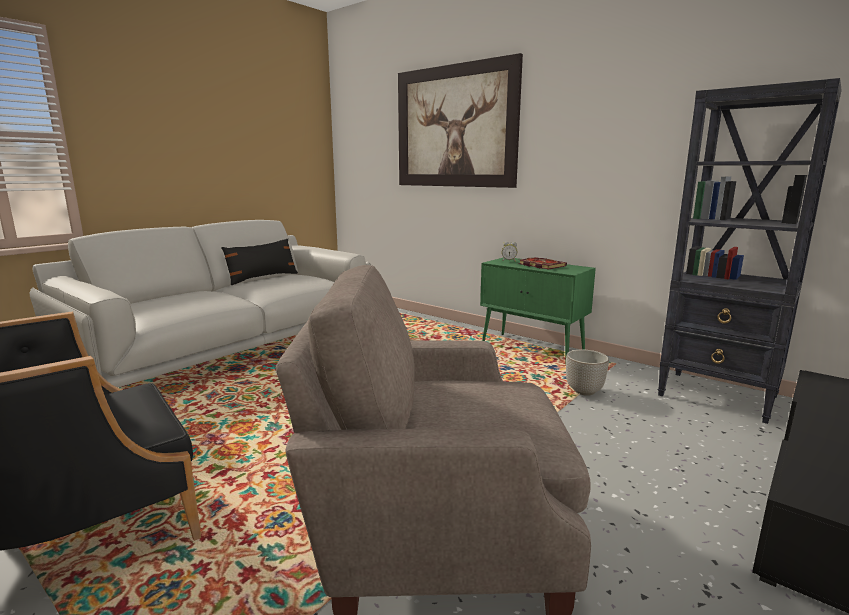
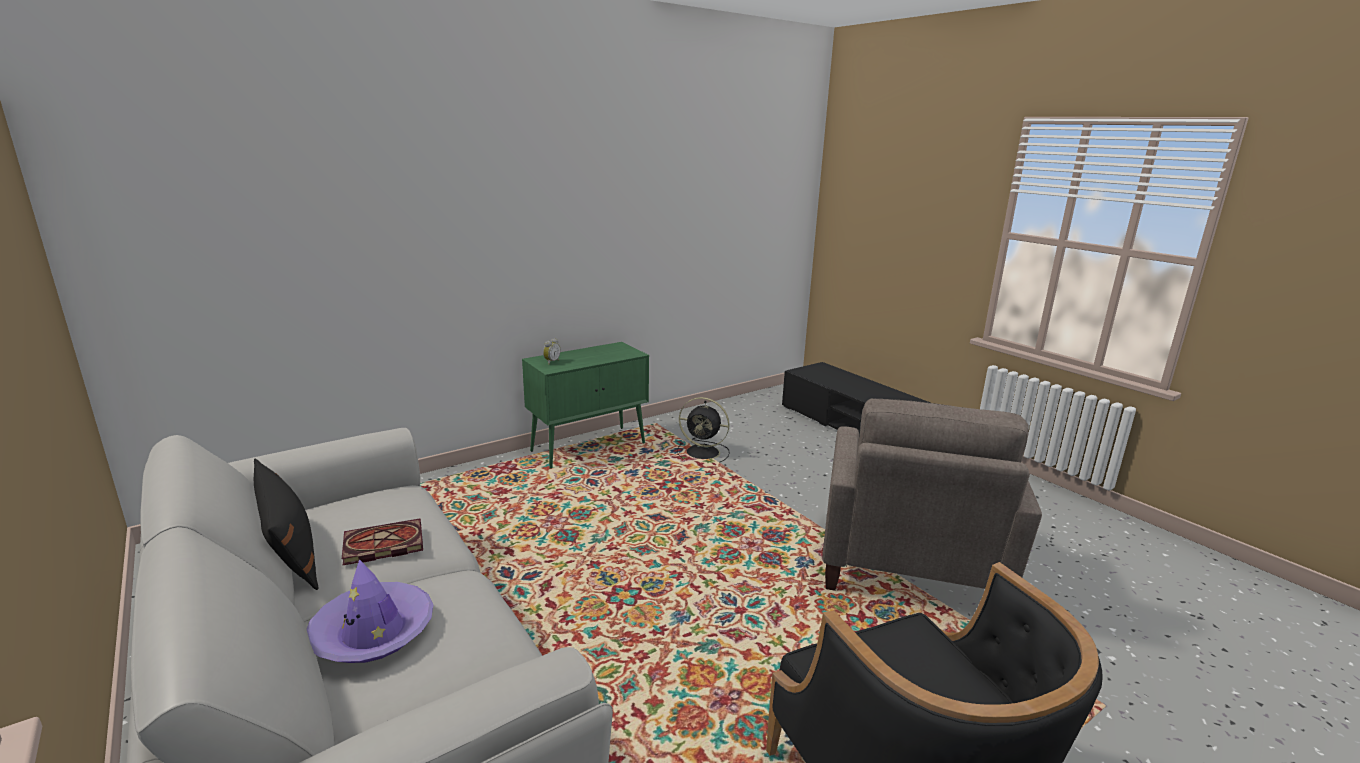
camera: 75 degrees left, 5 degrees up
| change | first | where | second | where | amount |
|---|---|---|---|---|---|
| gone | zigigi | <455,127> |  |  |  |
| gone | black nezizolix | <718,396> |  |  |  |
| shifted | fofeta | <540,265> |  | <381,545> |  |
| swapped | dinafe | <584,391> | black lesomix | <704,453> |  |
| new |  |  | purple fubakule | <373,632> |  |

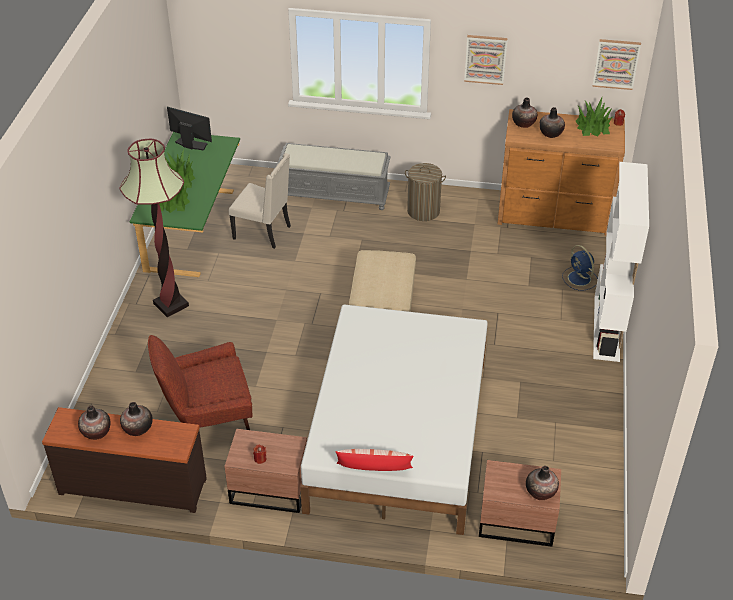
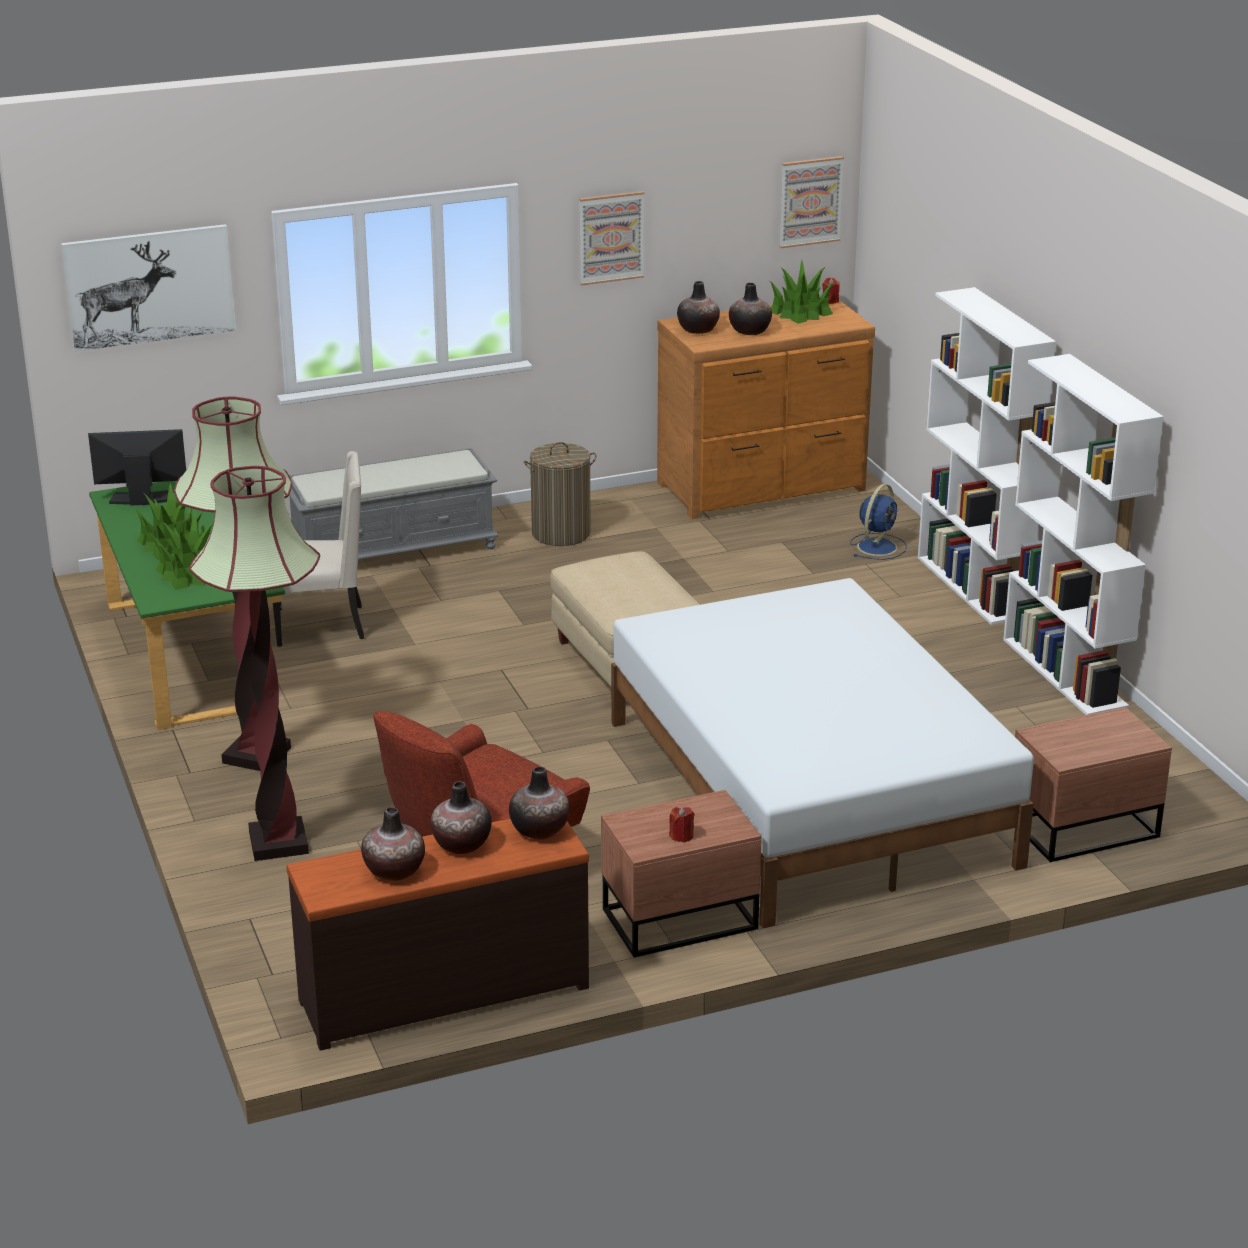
camera: 30 degrees left, 15 degrees down
| change | first | where | second | where | amount |
|---|---|---|---|---|---|
| rotated | blue lesomix | <580,279> |  | <878,546> | 90 degrees counterclockwise |
| gone | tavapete | <374,470> |  |  |  |
| shifted | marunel | <541,492> |  | <540,830> |  |
| new |  |  | zigigi | <149,287> |  |
| new |  |  | white nezizolix | <1065,673> |  |
| new |  |  | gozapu | <278,842> |  |

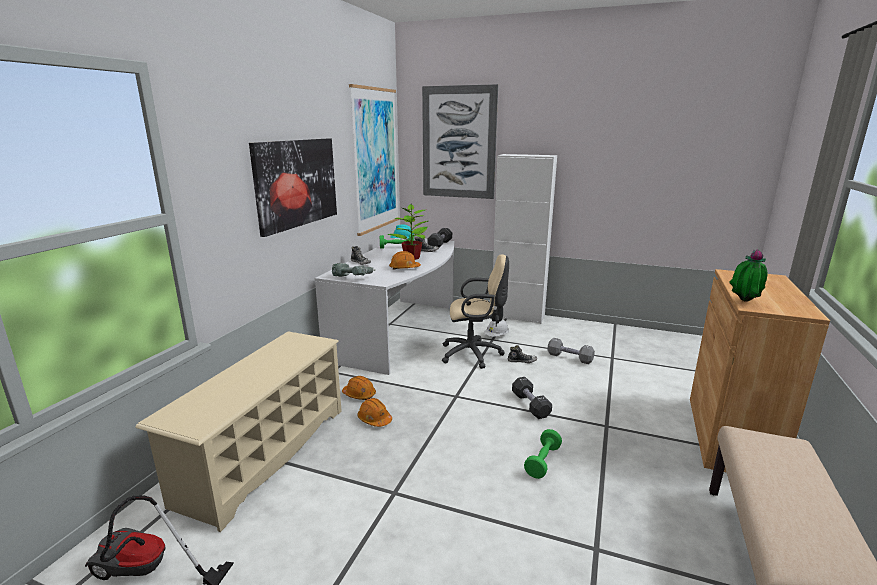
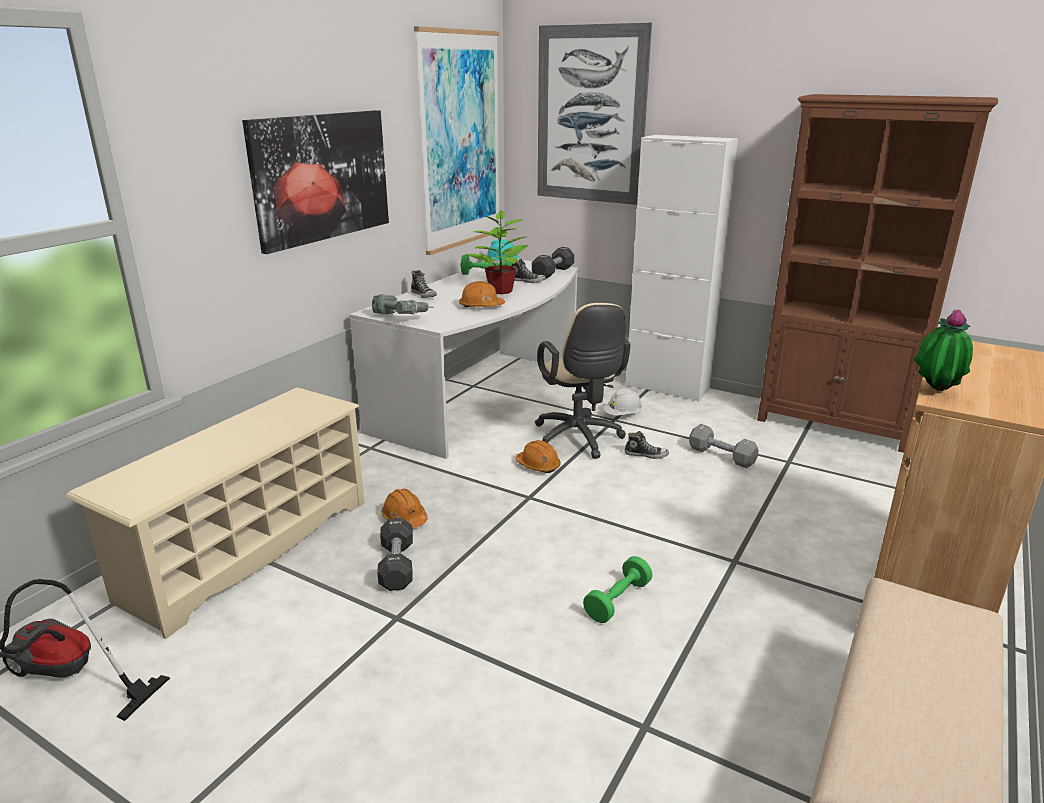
camera: 10 degrees right, 5 degrees up
| change | first | where | second | where | amount |
|---|---|---|---|---|---|
| rotated | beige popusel | <474,354> |  | <579,439> | 60 degrees clockwise |
| shifted | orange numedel | <359,394> |  | <538,465> |  |
| shifted | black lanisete | <530,405> |  | <397,566> |  |
| new |  |  | brown nezizolix | <834,426> |  |

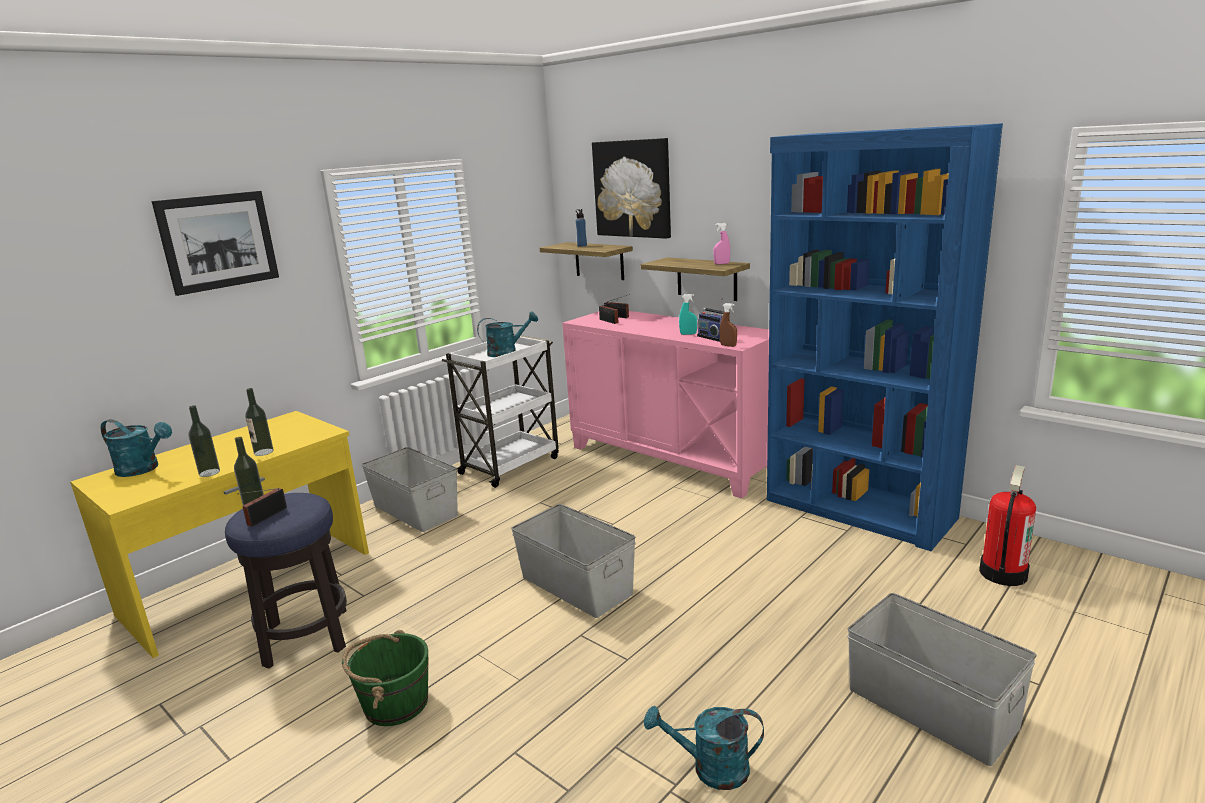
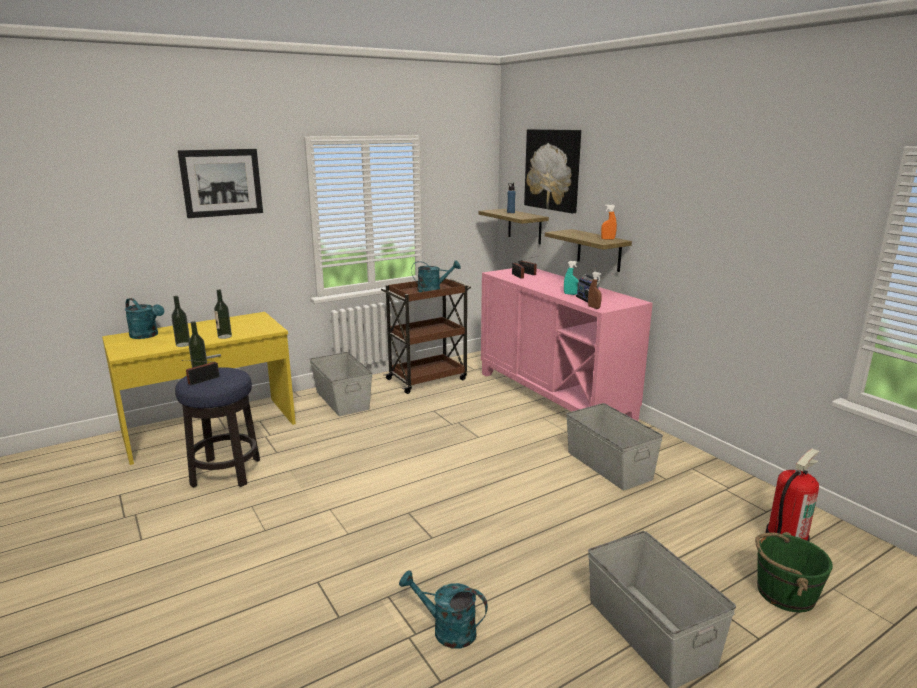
camera: 15 degrees right, 0 degrees up
| change | first | where | second | where | amount |
|---|---|---|---|---|---|
| gone | blue nezizolix | <859,510> |  |  |  |
| repainted | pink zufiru | <721,264> | orange zufiru | <608,239> |  |
| repainted | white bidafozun | <511,465> | brown bidafozun | <428,379> |  |
| shifted | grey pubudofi | <576,585> |  | <609,465> |  |
| shifted | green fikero | <394,703> |  | <784,593> |  |

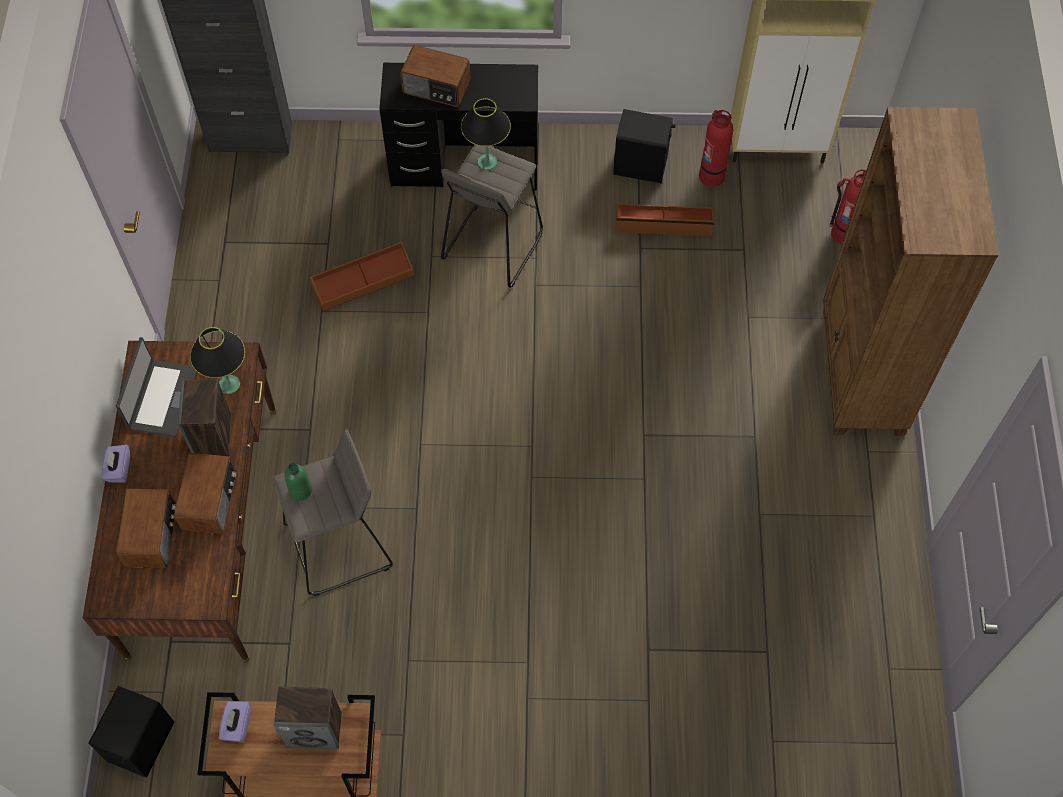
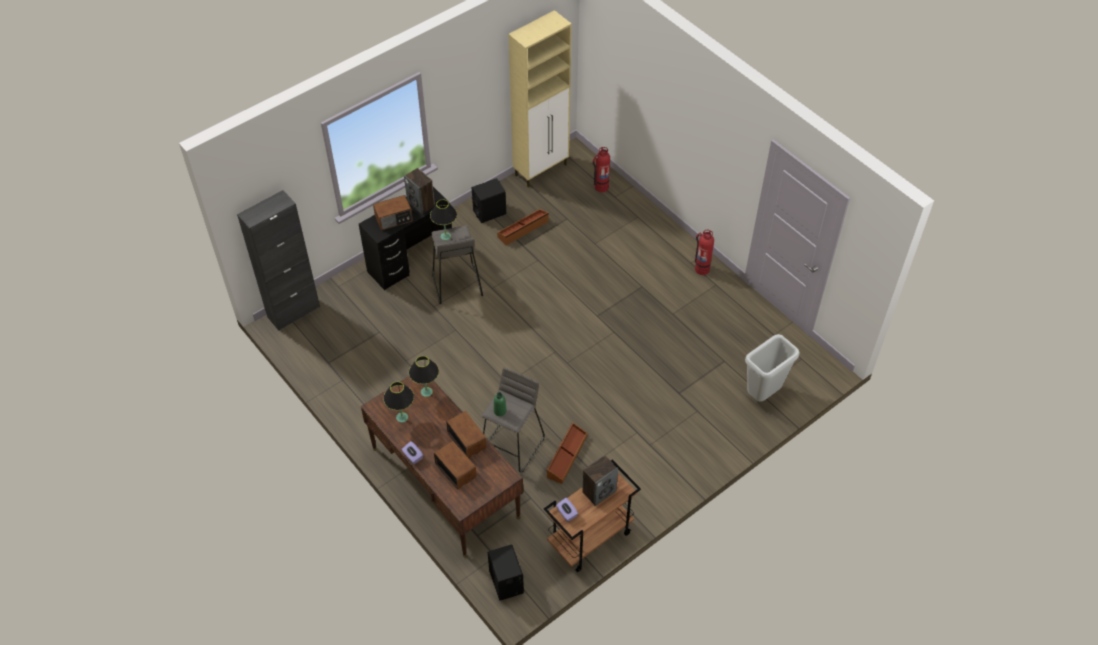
camera: 40 degrees left, 10 degrees down
| change | first | where | second | where | amount |
|---|---|---|---|---|---|
| gone | brown nezizolix | <861,373> |  |  |  |
| shifted | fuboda | <711,175> |  | <702,268> |  |
| shifted | brown pubudofi | <363,282> |  | <566,456> |  |
| swapped | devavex | <162,398> | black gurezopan | <402,417> |  |
| shifted | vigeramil | <213,436> |  | <421,204> |  |
| new |  |  | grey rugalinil | <763,395> |  |

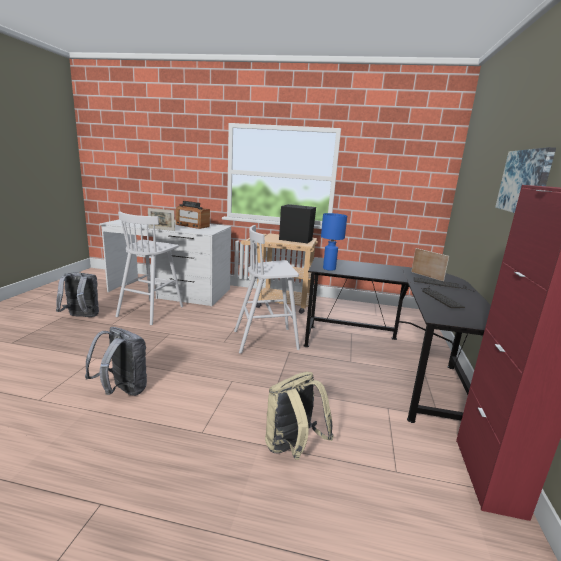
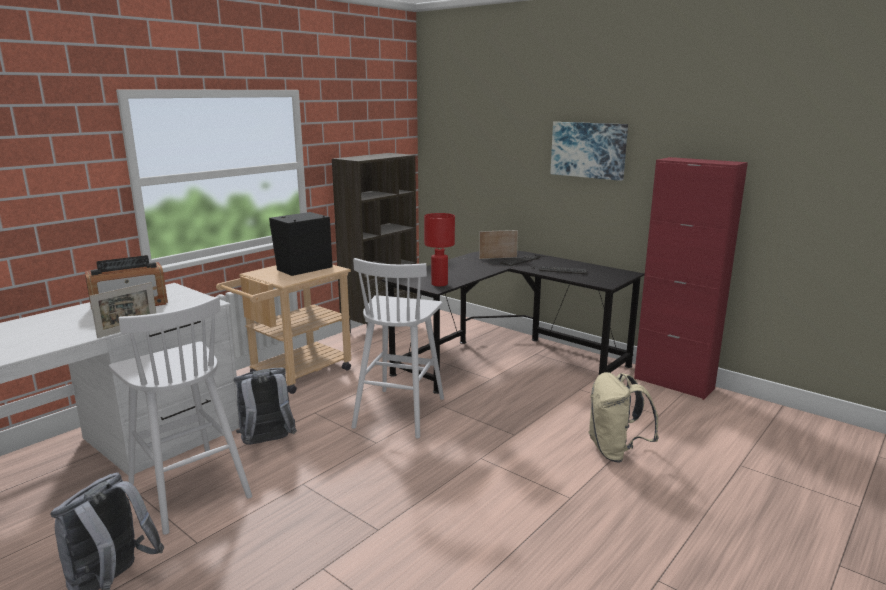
camera: 60 degrees left, 0 degrees up
| change | first | where | second | where | amount |
|---|---|---|---|---|---|
| repainted | blue gurezopan | <329,268> | red gurezopan | <439,284> |  |
| shifted | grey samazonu | <122,391> |  | <267,443> |  |
| new |  |  | brown nezizolix | <380,327> |  |

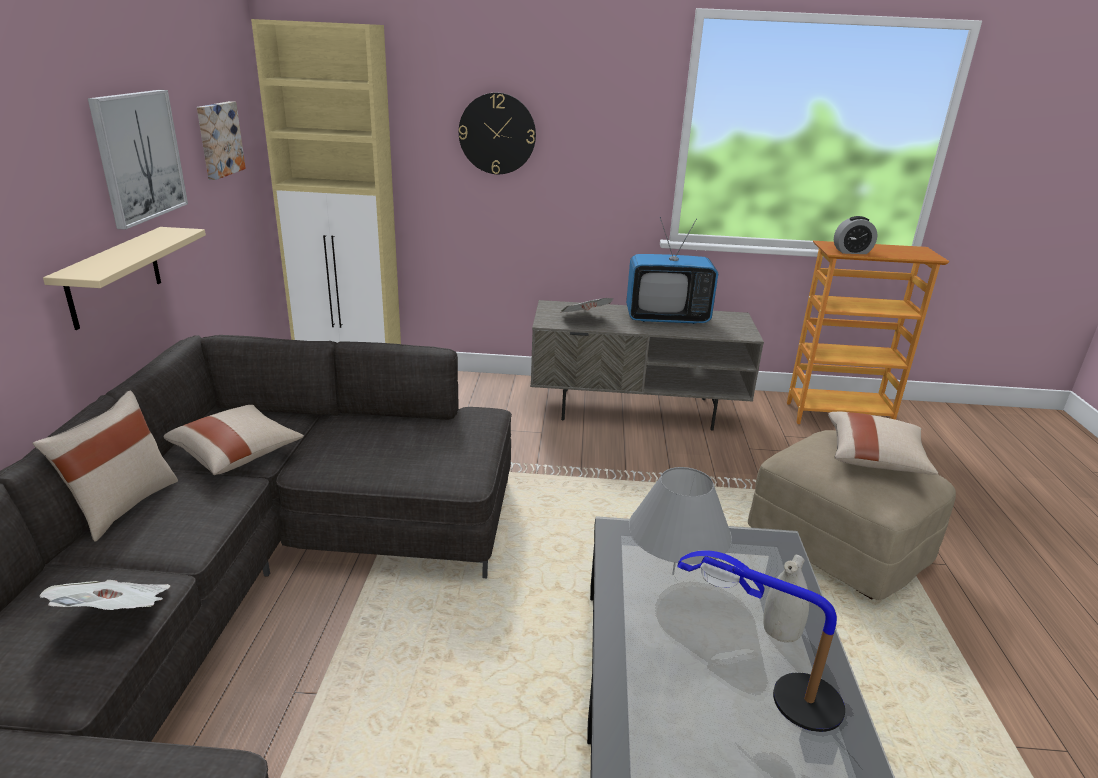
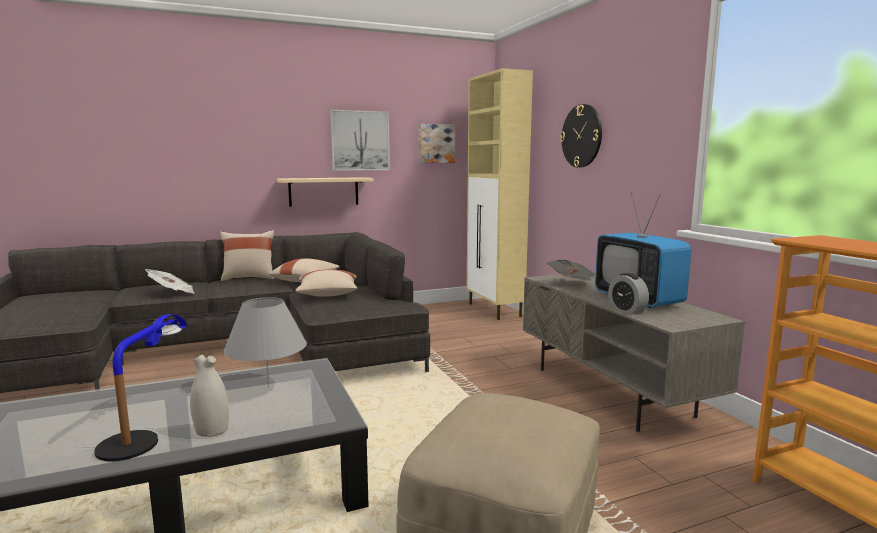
camera: 65 degrees right, 15 degrees down
| change | first | where | second | where | amount |
|---|---|---|---|---|---|
| shifted | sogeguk | <851,252> |  | <627,310> |  |
| shifted | beige tavapete | <874,459> |  | <327,295> |  |

